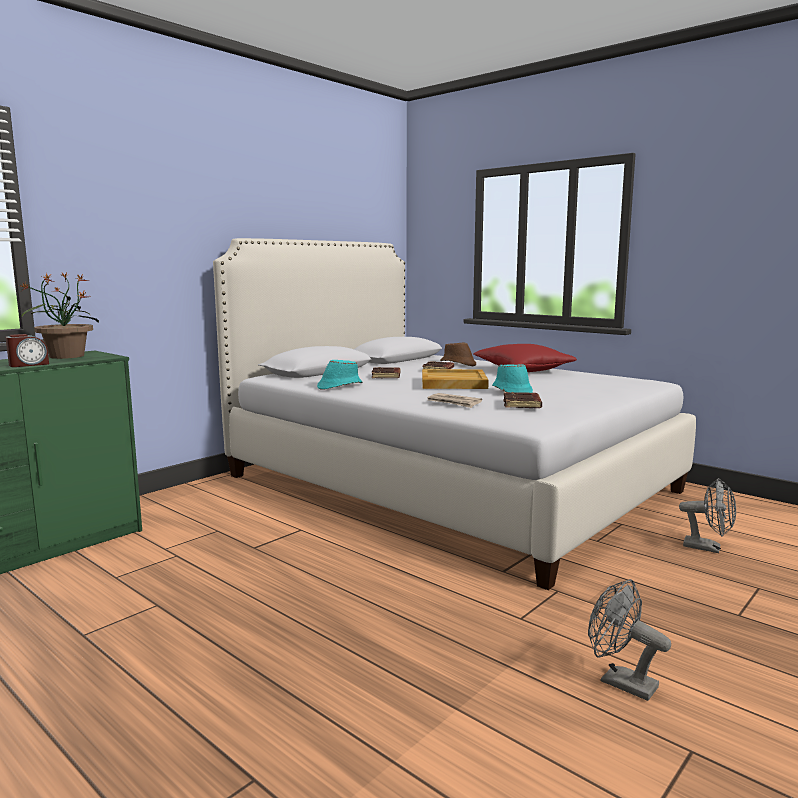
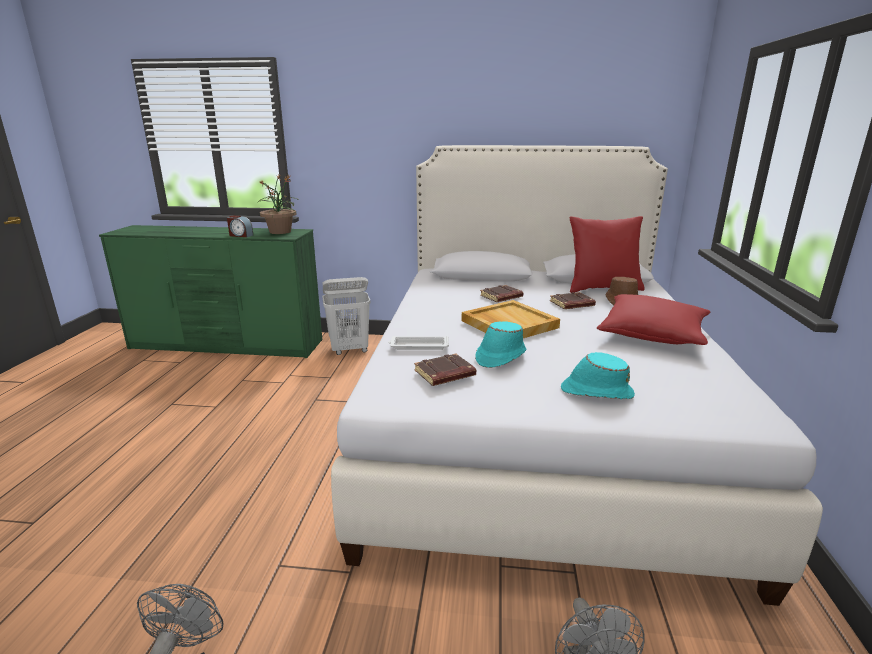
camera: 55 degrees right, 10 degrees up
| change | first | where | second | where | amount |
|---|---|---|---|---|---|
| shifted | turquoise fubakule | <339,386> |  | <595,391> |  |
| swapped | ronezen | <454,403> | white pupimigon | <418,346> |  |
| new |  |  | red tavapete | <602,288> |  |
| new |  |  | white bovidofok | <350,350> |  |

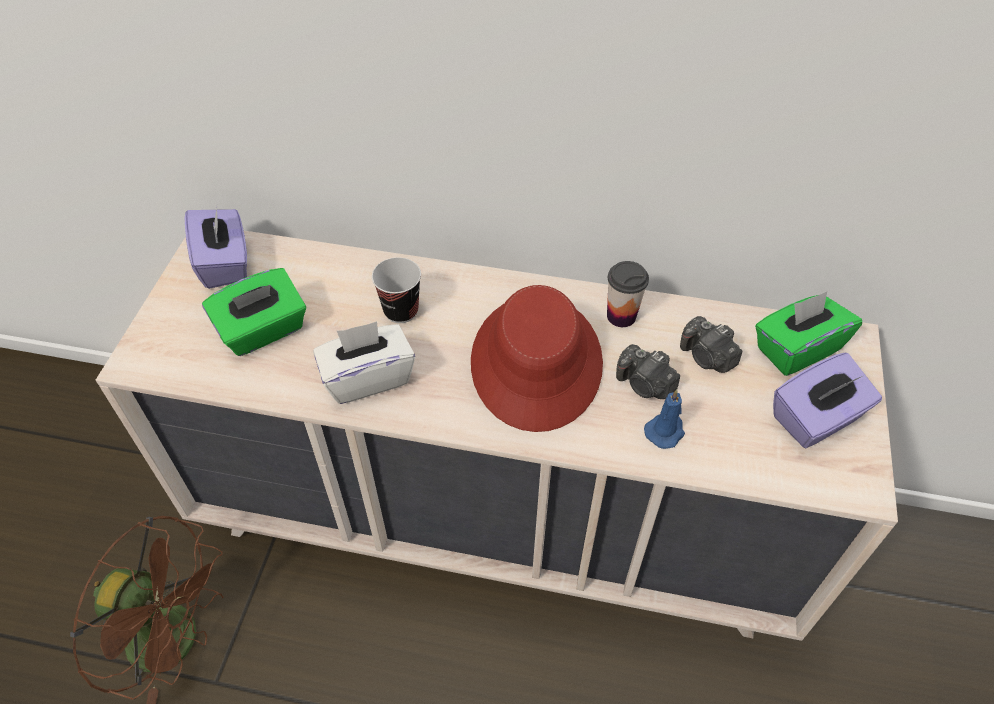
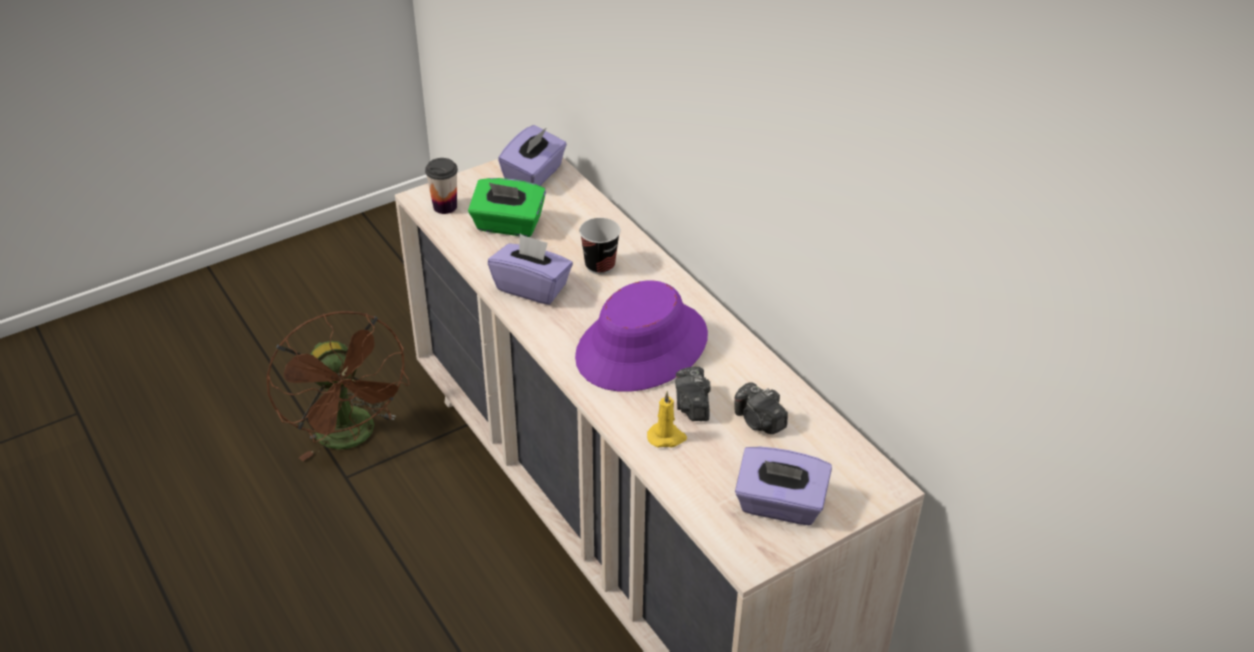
camera: 45 degrees right, 10 degrees down
| change | first | where | second | where | amount |
|---|---|---|---|---|---|
| shifted | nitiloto | <621,316> |  | <445,206> |  |
| repainted | red fubakule | <537,362> | purple fubakule | <642,347> |  |
| gone | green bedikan | <796,349> |  |  |  |
| rotated | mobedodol | <707,357> |  | <759,421> | 45 degrees counterclockwise |
| repainted | white bedikan | <368,377> | purple bedikan | <532,287> |  |
| repainted | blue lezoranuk | <665,431> | yellow lezoranuk | <667,437> |  |

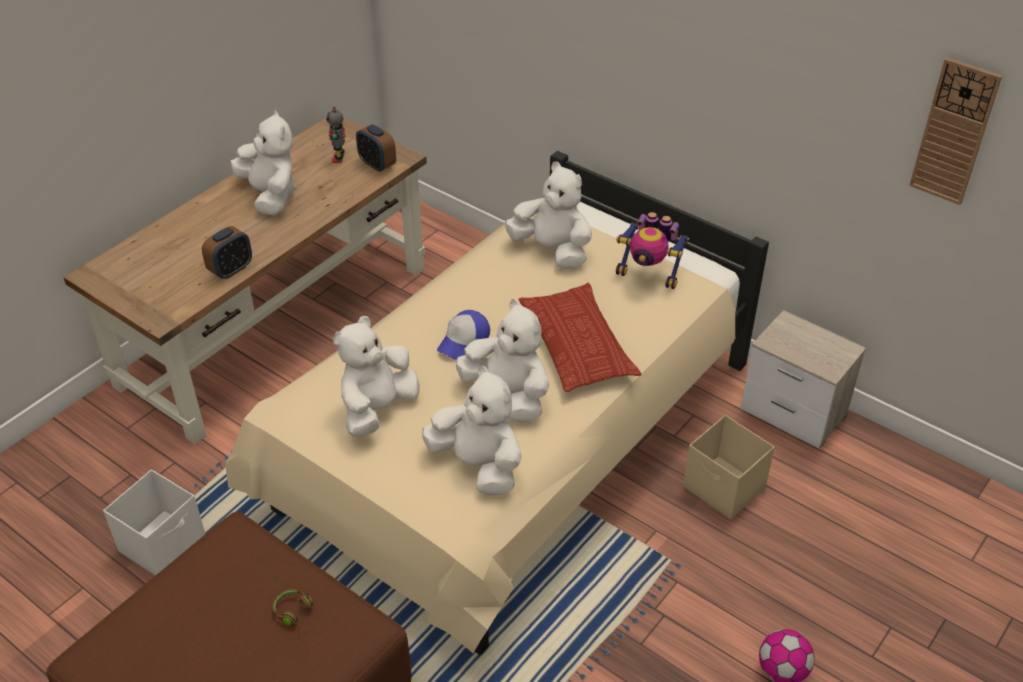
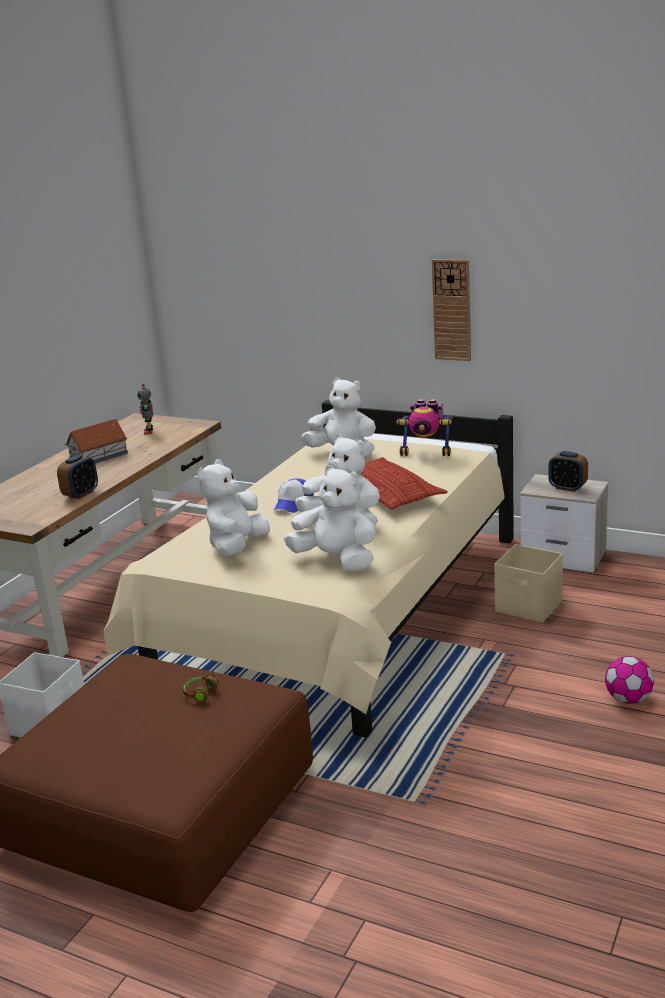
camera: 10 degrees left, 20 degrees down
| change | first | where | second | where | amount |
|---|---|---|---|---|---|
| shifted | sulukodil | <954,132> |  | <452,310> |  |
| swapped | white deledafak | <270,196> | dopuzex | <99,456> |  |
| shifted | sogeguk | <377,164> |  | <567,488> |  |

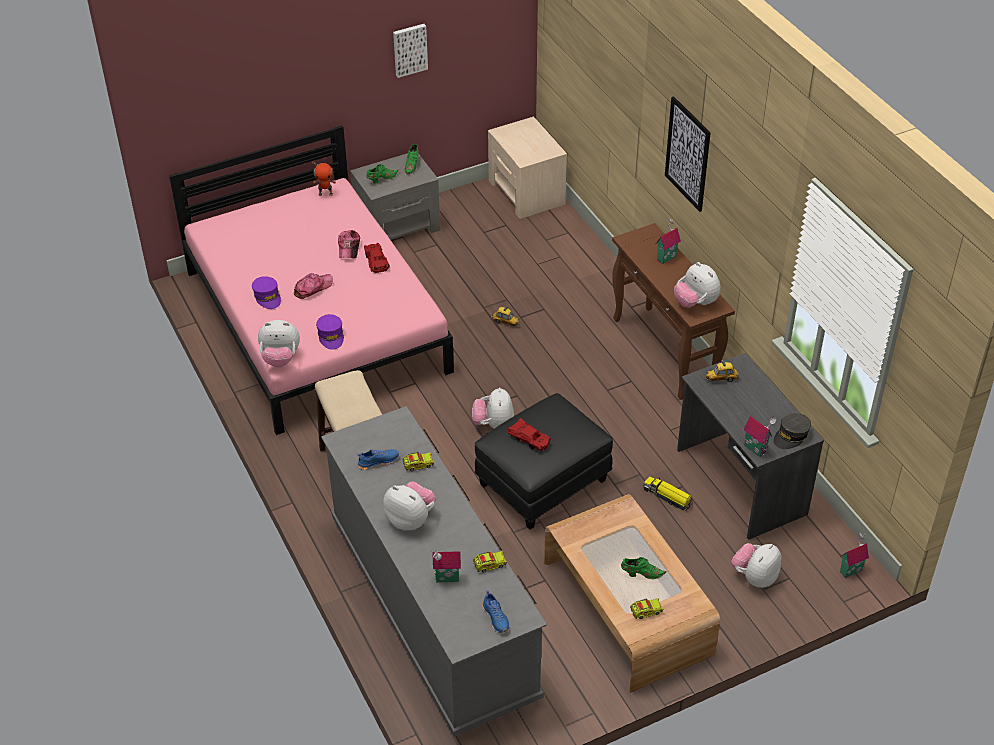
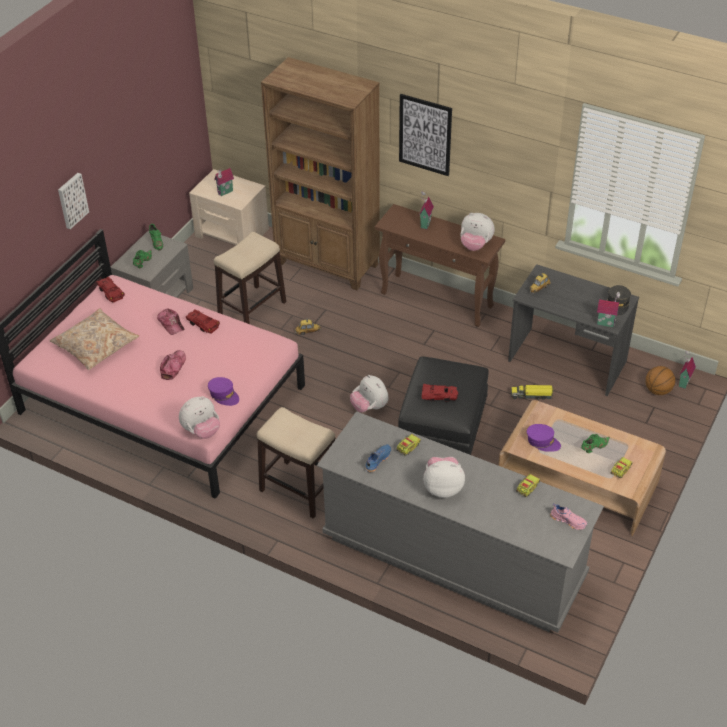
camera: 35 degrees left, 0 degrees up
| change | first | where | second | where | amount |
|---|---|---|---|---|---|
| shifted | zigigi | <409,49> |  | <71,200> |  |
| swapped | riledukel | <325,193> | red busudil | <110,292> |  |
| shifted | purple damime | <267,297> |  | <542,442> |  |
| gone | deledafak | <755,577> |  |  |  |
| shifted | dopuzex | <447,579> |  | <225,192> |  |
| repainted | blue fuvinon | <496,617> | pink fuvinon | <568,520> |  |
| new |  |  | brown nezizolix | <328,264> |  |
| new |  |  | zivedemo | <252,308> |  |
| new |  |  | beige tavapete | <96,345> |  |
| new |  |  | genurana | <658,390> |  |

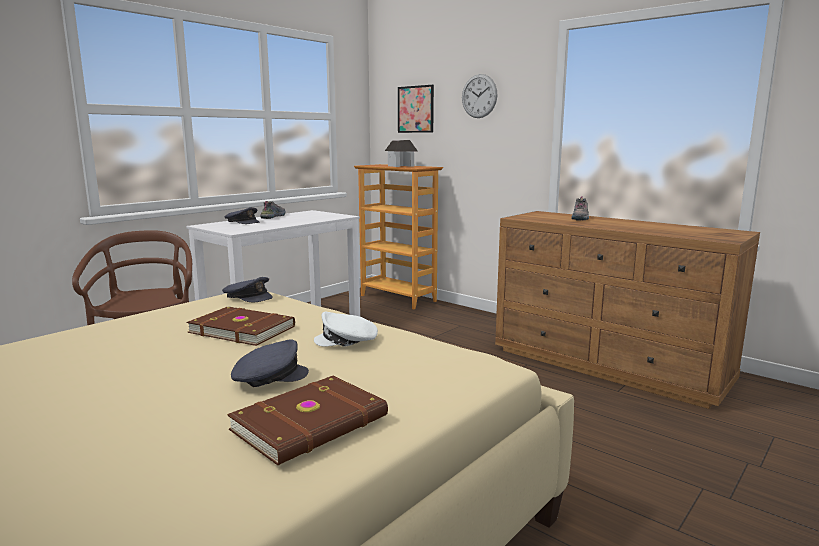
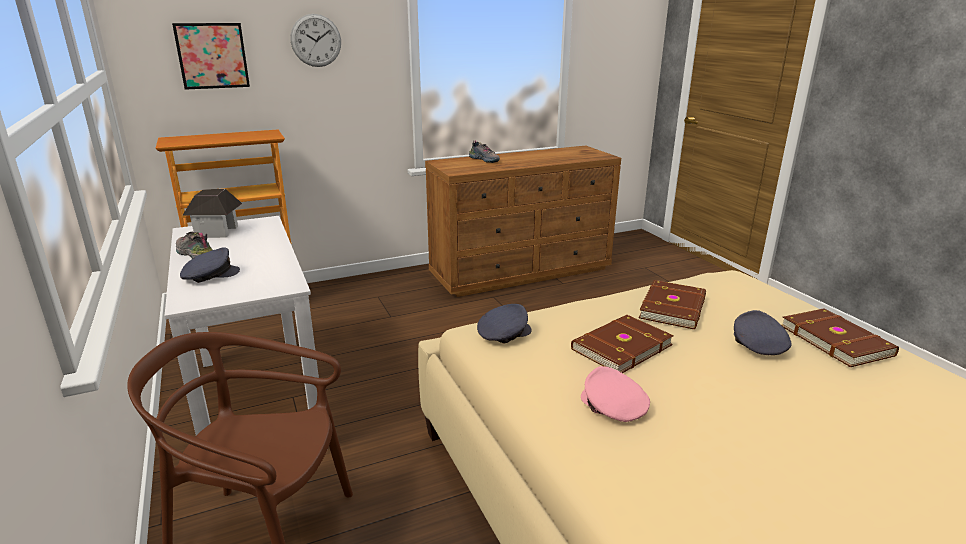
camera: 65 degrees left, 10 degrees up
| change | first | where | second | where | amount |
|---|---|---|---|---|---|
| shifted | dopuzex | <401,166> |  | <217,232> |  |
| swapped | white damime | <347,340> | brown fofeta | <674,308> |  |
| new |  |  | pink damime | <612,406> |  |

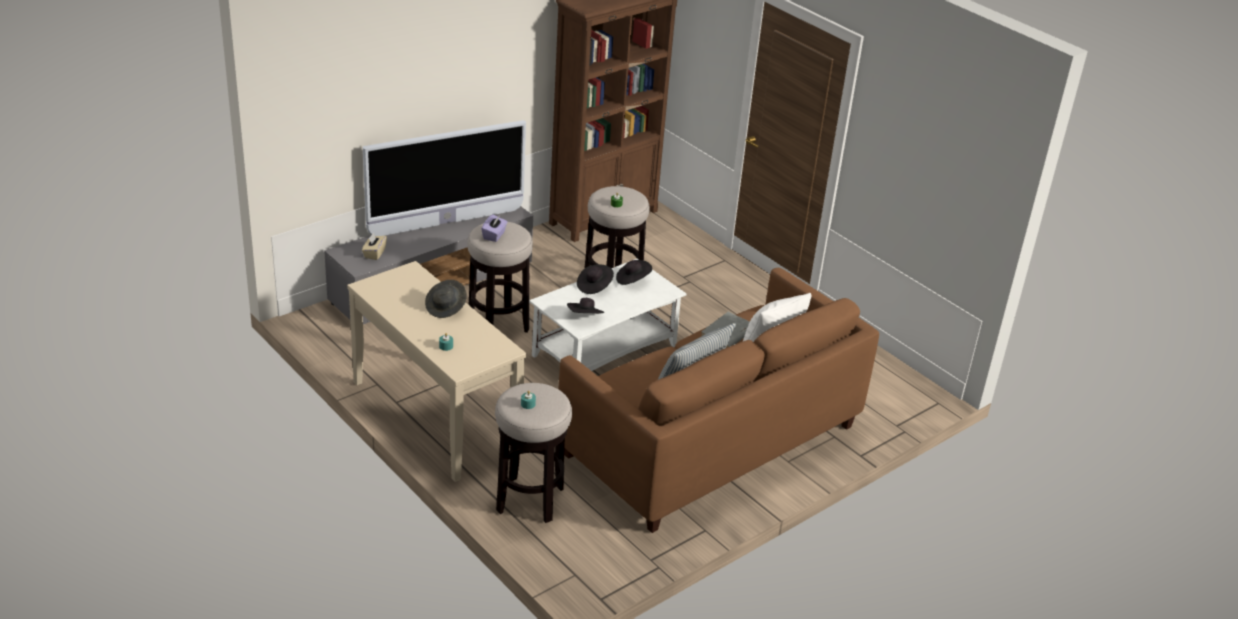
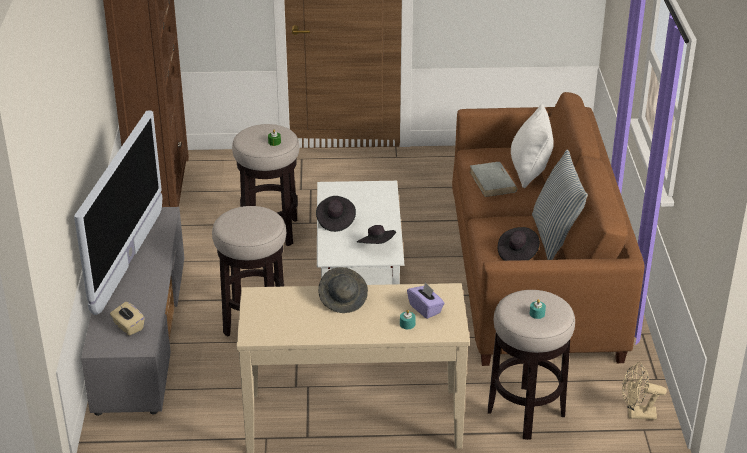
camera: 50 degrees left, 0 degrees up
| change | first | where | second | where | amount |
|---|---|---|---|---|---|
| shifted | purple bedikan | <494,235> |  | <425,309> |  |
| shifted | black fubakule | <632,280> |  | <517,253> |  |
| new |  |  | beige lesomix | <636,414> |  |

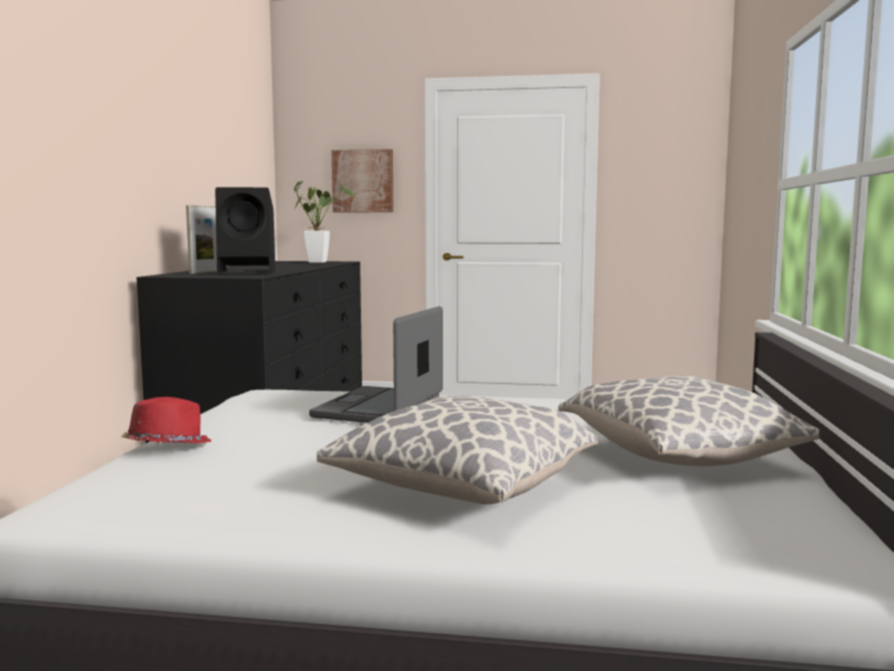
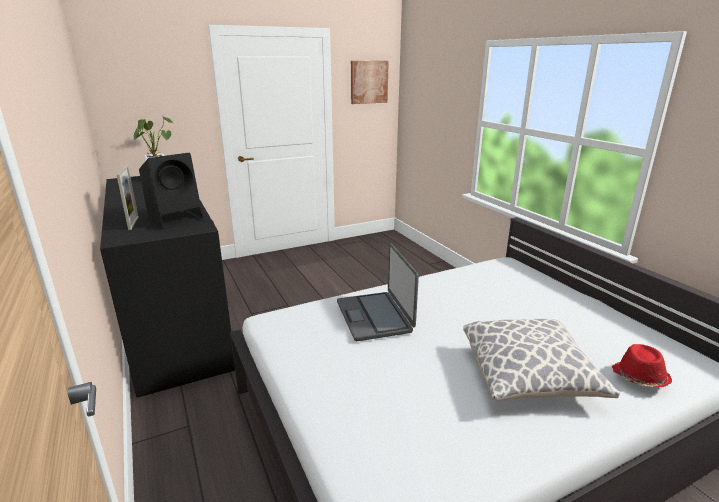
camera: 35 degrees left, 15 degrees up
| change | first | where | second | where | amount |
|---|---|---|---|---|---|
| shifted | zigigi | <363,181> |  | <369,82> |  |
| gone | tavapete | <678,456> |  |  |  |
| shifted | red fubakule | <166,446> |  | <639,378> |  |

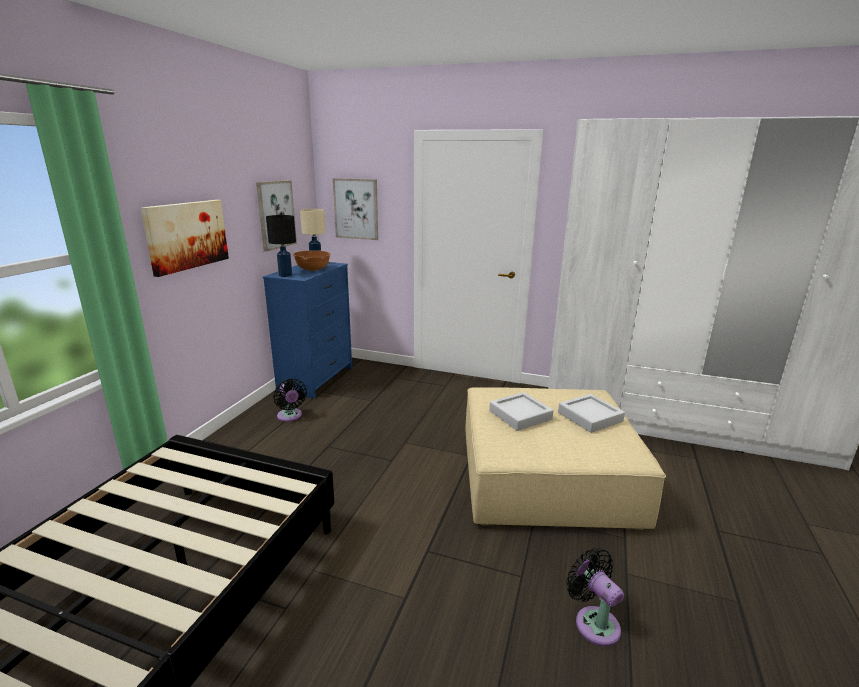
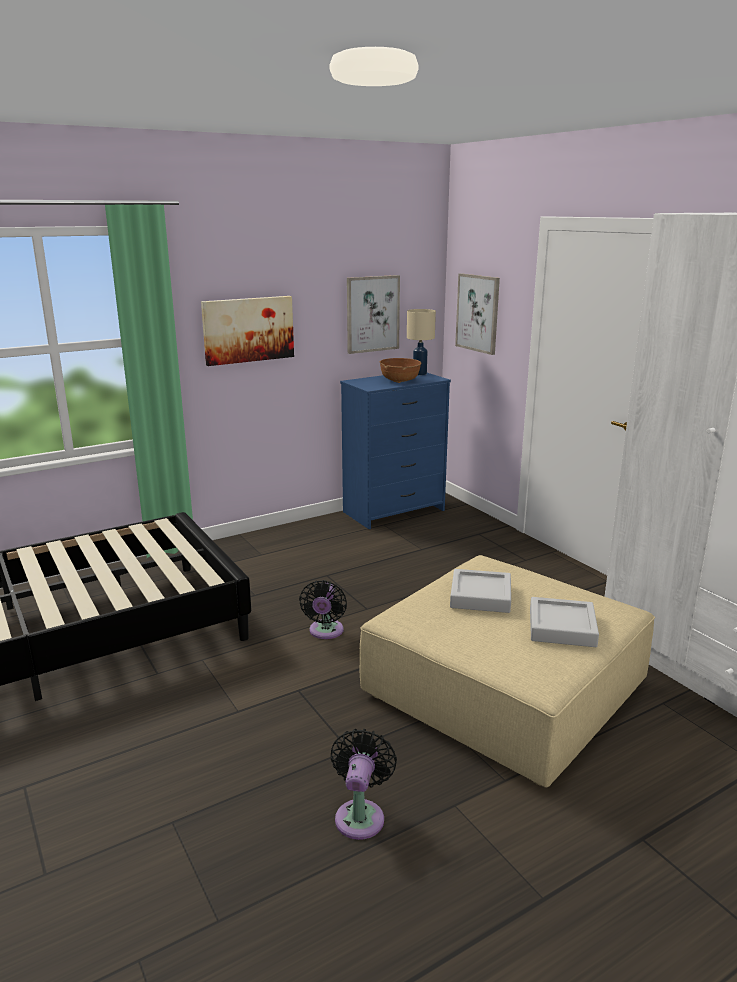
camera: 40 degrees right, 0 degrees up
| change | first | where | second | where | amount |
|---|---|---|---|---|---|
| gone | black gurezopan | <285,275> |  |  |  |
| shifted | black lesomix | <290,416> |  | <325,632> |  |

